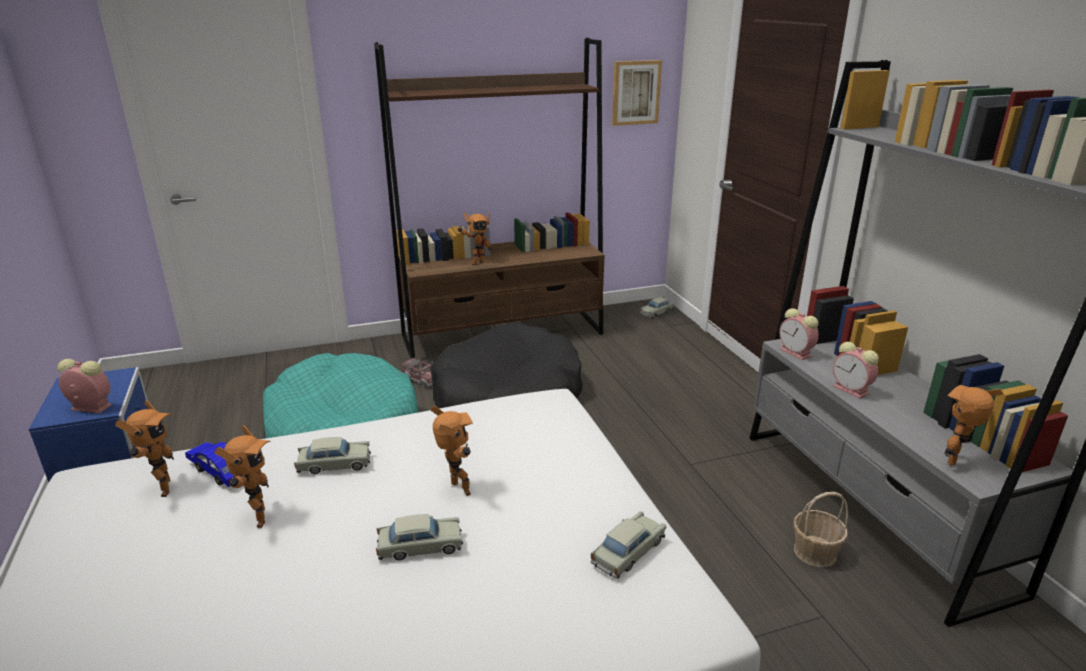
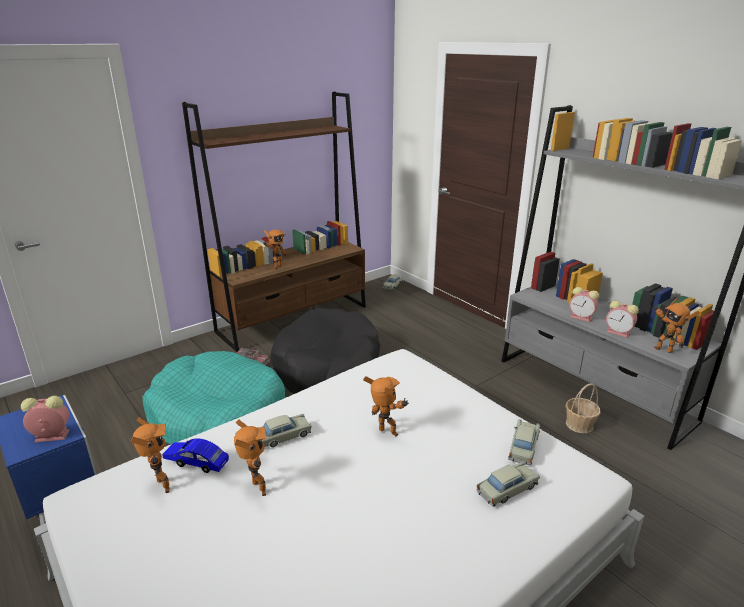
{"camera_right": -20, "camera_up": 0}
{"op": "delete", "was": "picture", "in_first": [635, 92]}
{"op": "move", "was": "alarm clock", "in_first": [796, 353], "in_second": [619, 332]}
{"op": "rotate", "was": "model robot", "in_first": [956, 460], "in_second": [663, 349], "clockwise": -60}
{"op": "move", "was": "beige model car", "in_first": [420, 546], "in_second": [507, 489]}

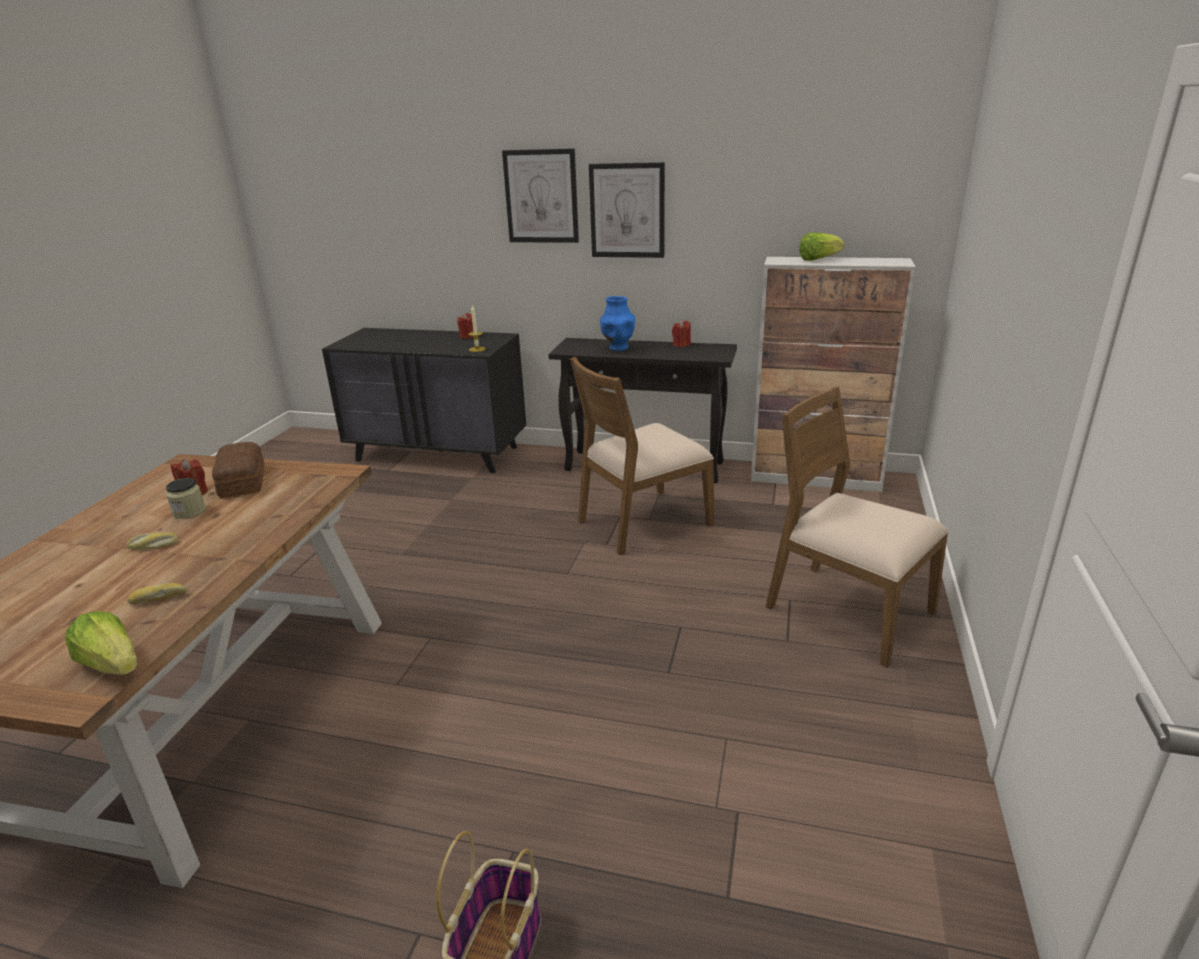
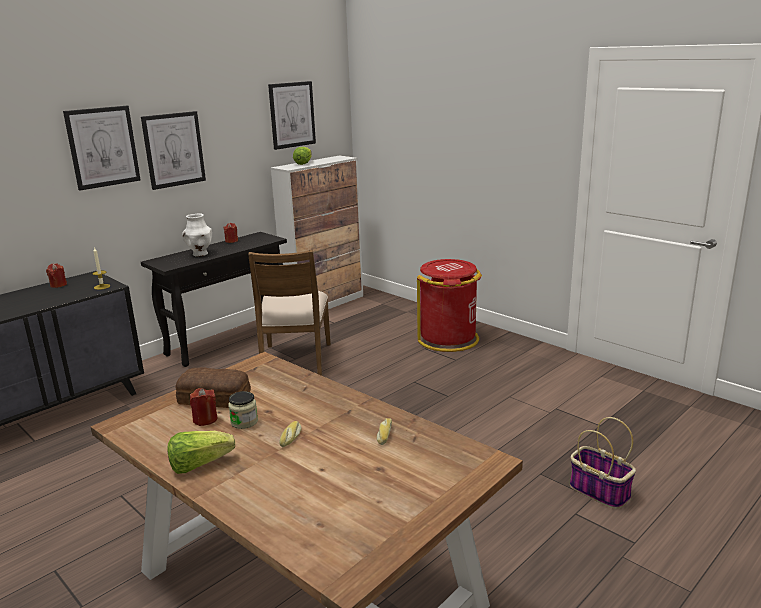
{"camera_right": -60, "camera_up": -5}
{"op": "recolor", "was": "bluish flower vase", "now": "white flower vase", "in_first": [618, 348], "in_second": [200, 254]}
{"op": "replace", "was": "brownish plain chair", "now": "red-coloured rubbish bin", "in_first": [847, 610], "in_second": [448, 339]}
{"op": "move", "was": "lettuce head", "in_first": [112, 665], "in_second": [199, 464]}
{"op": "insert", "now": "picture", "in_second": [292, 115]}

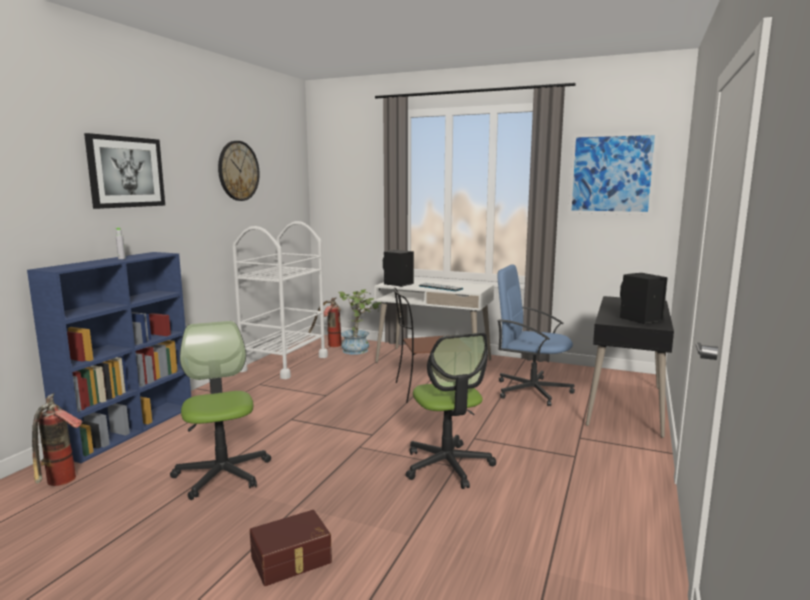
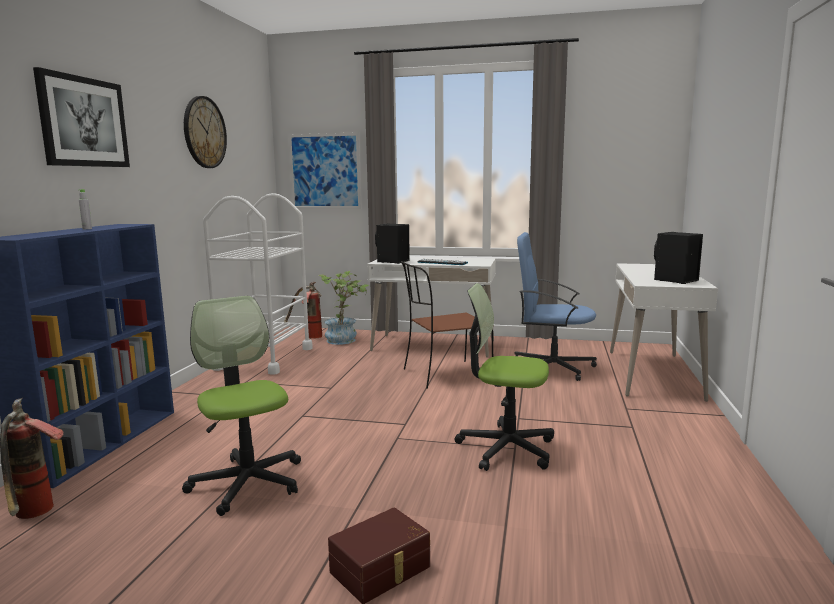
{"camera_right": -10, "camera_up": 0}
{"op": "move", "was": "picture", "in_first": [611, 174], "in_second": [325, 171]}
{"op": "recolor", "was": "blackish desk table", "now": "white desk table", "in_first": [626, 405], "in_second": [653, 374]}
{"op": "rotate", "was": "desk chair", "in_first": [448, 465], "in_second": [506, 448], "clockwise": 135}

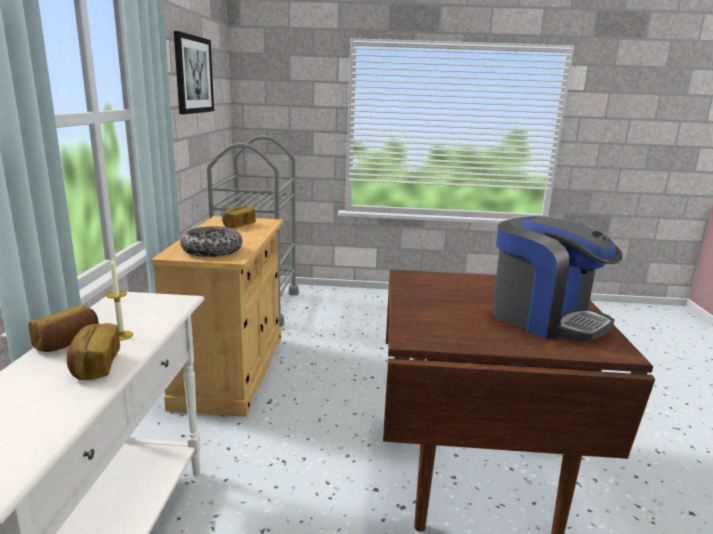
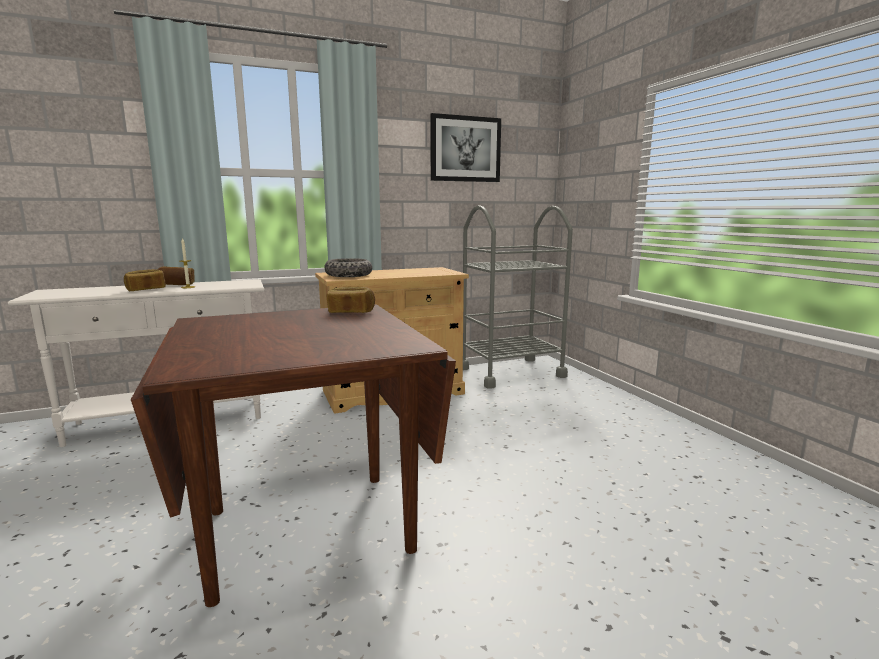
{"camera_right": 65, "camera_up": -5}
{"op": "move", "was": "baked bread", "in_first": [238, 225], "in_second": [351, 312]}
{"op": "delete", "was": "coffee brewer", "in_first": [545, 318]}

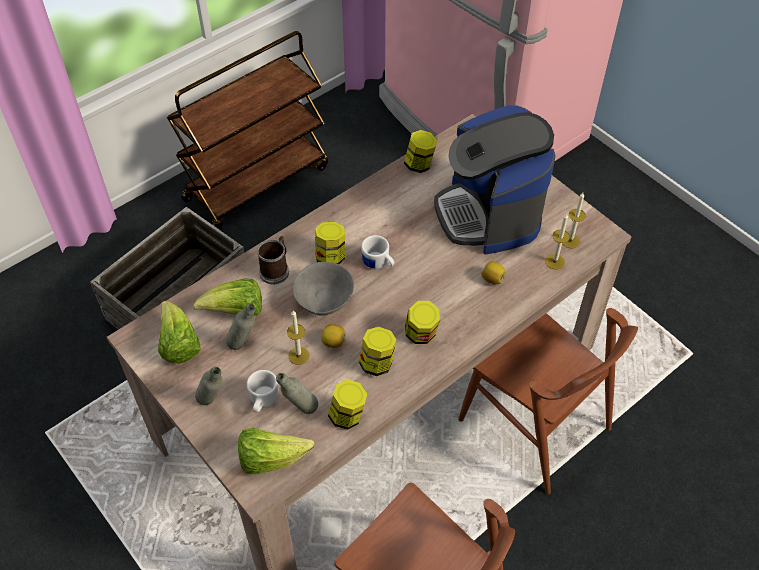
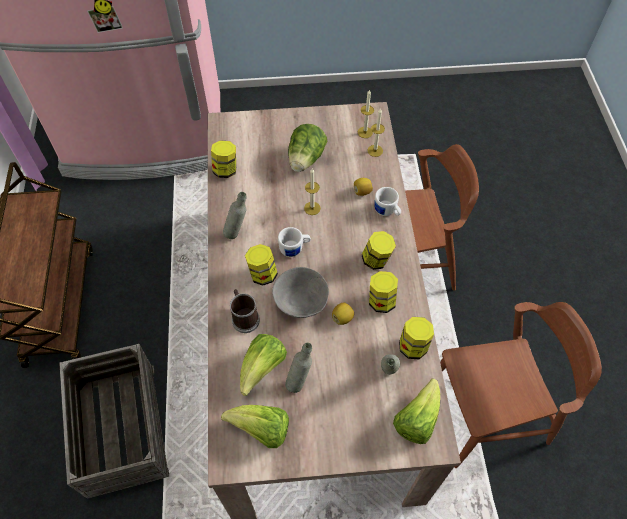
{"camera_right": -55, "camera_up": 5}
{"op": "replace", "was": "coffee brewer", "now": "lettuce head", "in_first": [489, 214], "in_second": [306, 159]}
{"op": "move", "was": "wax candle", "in_first": [298, 355], "in_second": [312, 208]}
{"op": "move", "was": "greyish beverage bottle", "in_first": [213, 402], "in_second": [237, 232]}
{"op": "move", "was": "white mug", "in_first": [262, 401], "in_second": [387, 211]}

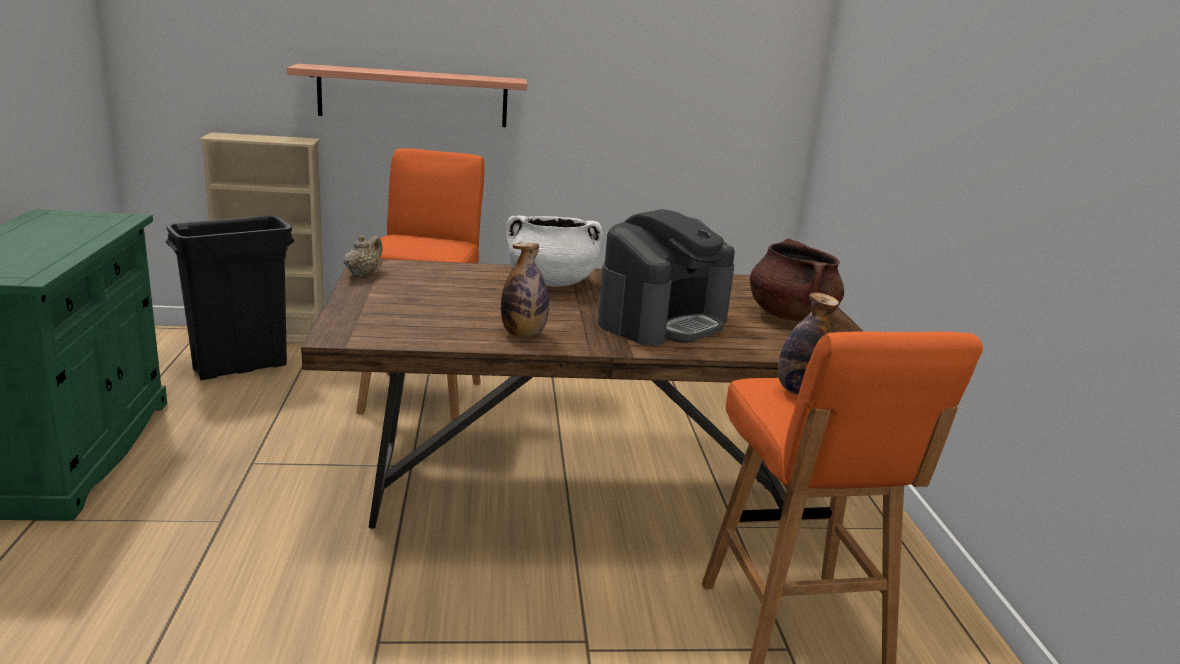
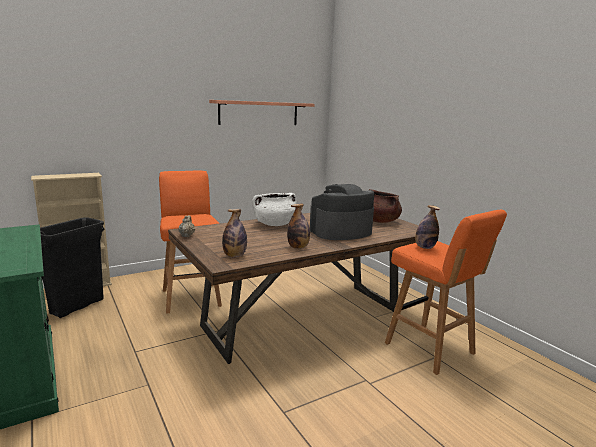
{"camera_right": -25, "camera_up": -5}
{"op": "move", "was": "wall shelf", "in_first": [413, 96], "in_second": [259, 113]}
{"op": "rotate", "was": "coffee brewer", "in_first": [662, 321], "in_second": [340, 232], "clockwise": -135}
{"op": "insert", "now": "beverage bottle", "in_second": [234, 256]}

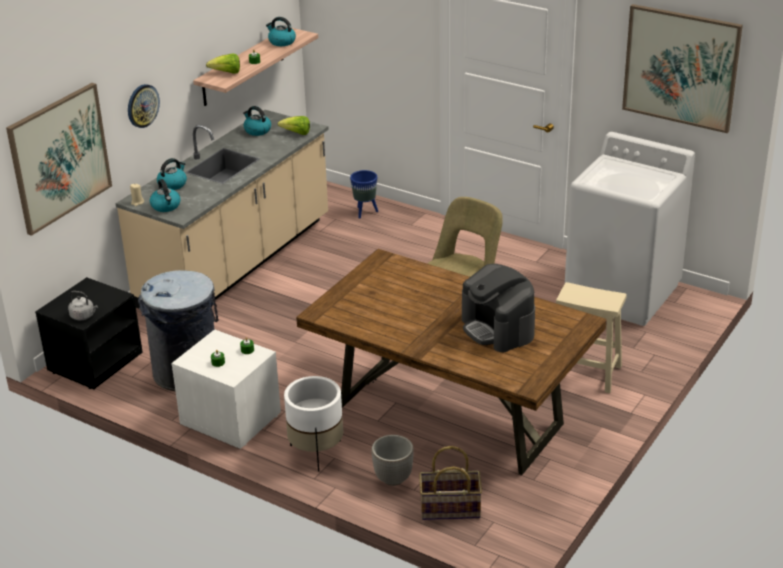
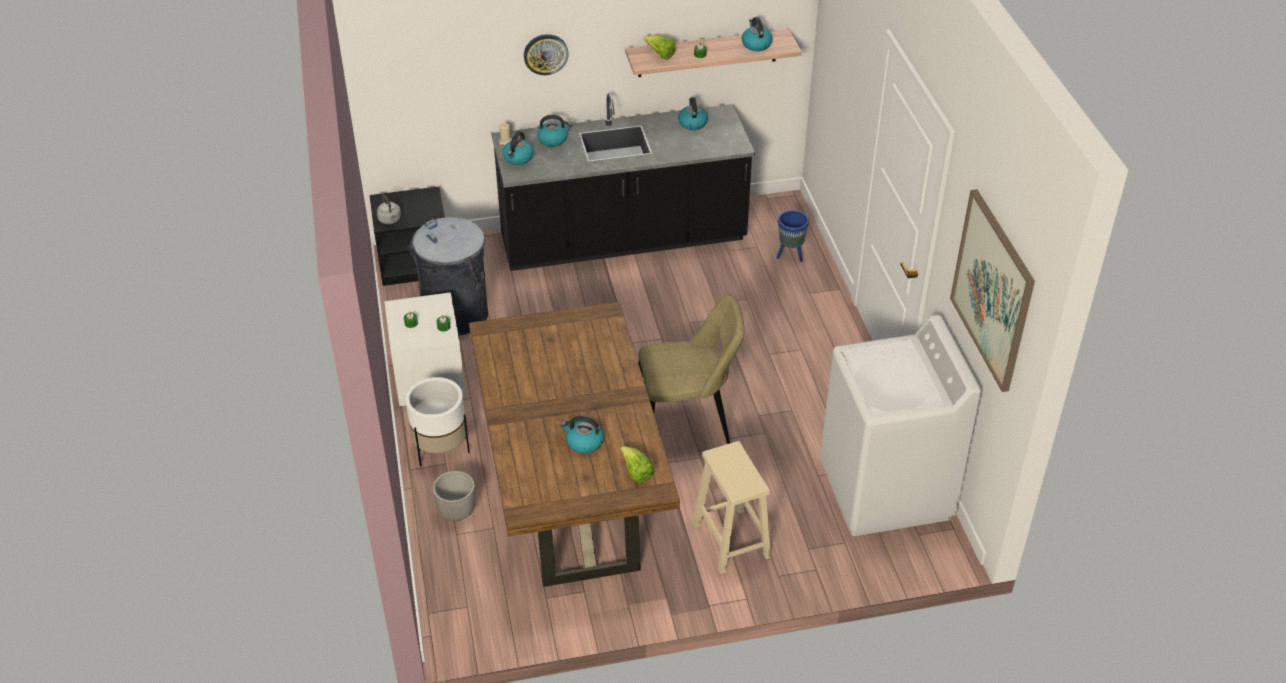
{"camera_right": 45, "camera_up": 10}
{"op": "delete", "was": "picture", "in_first": [59, 157]}
{"op": "recolor", "was": "beige kitchen base unit", "now": "blackish kitchen base unit", "in_first": [237, 263], "in_second": [623, 240]}
{"op": "move", "was": "lettuce head", "in_first": [296, 133], "in_second": [636, 473]}
{"op": "replace", "was": "coffee brewer", "now": "tea kettle", "in_first": [498, 329], "in_second": [584, 443]}
{"op": "delete", "was": "basket", "in_first": [450, 509]}

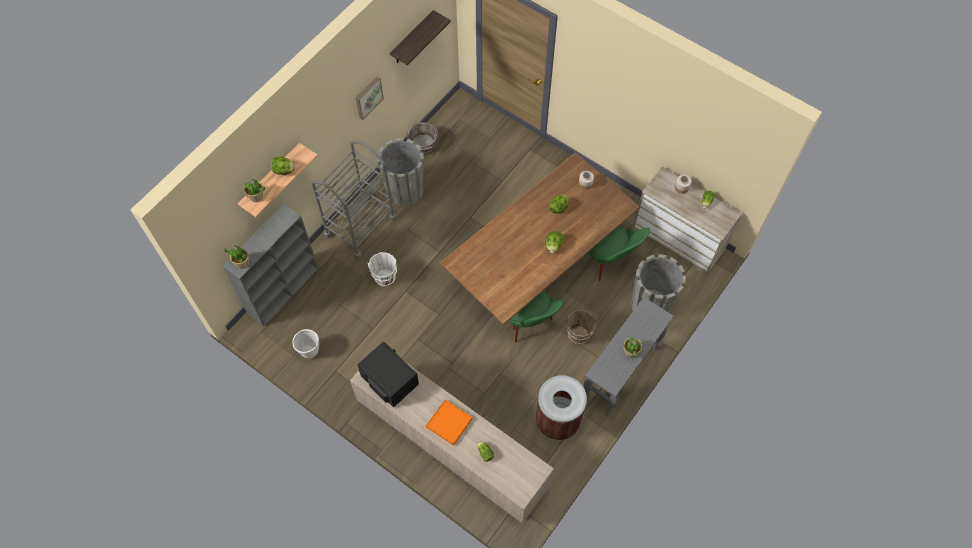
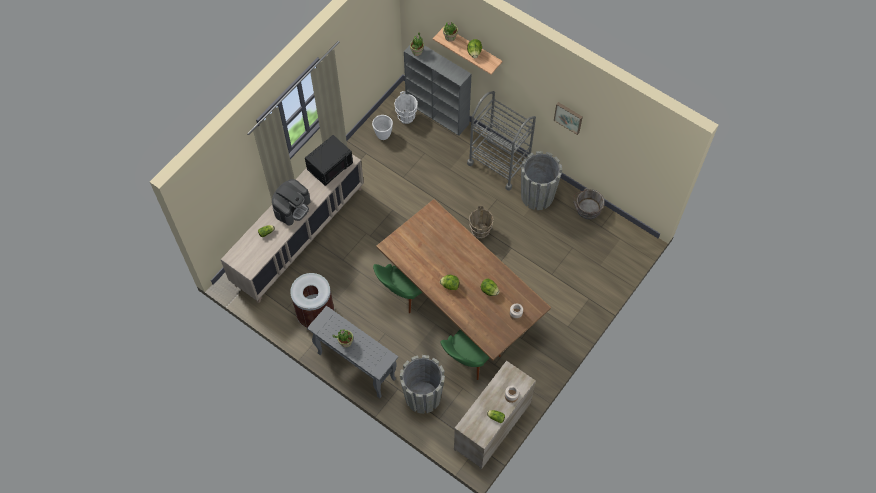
{"camera_right": 90, "camera_up": 0}
{"op": "delete", "was": "wall shelf", "in_first": [412, 38]}
{"op": "move", "was": "white water bucket", "in_first": [385, 278], "in_second": [406, 117]}
{"op": "move", "was": "brownish water bucket", "in_first": [578, 335], "in_second": [480, 231]}
{"op": "replace", "was": "orange tray", "now": "coffee brewer", "in_first": [449, 423], "in_second": [292, 207]}

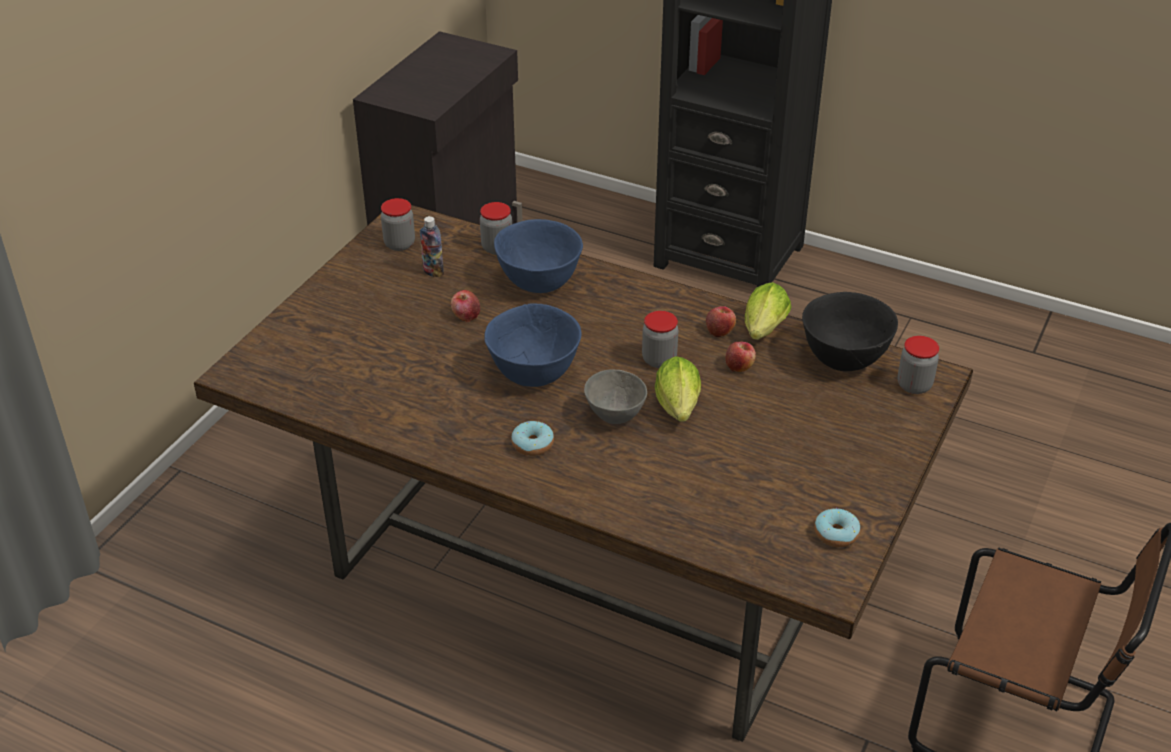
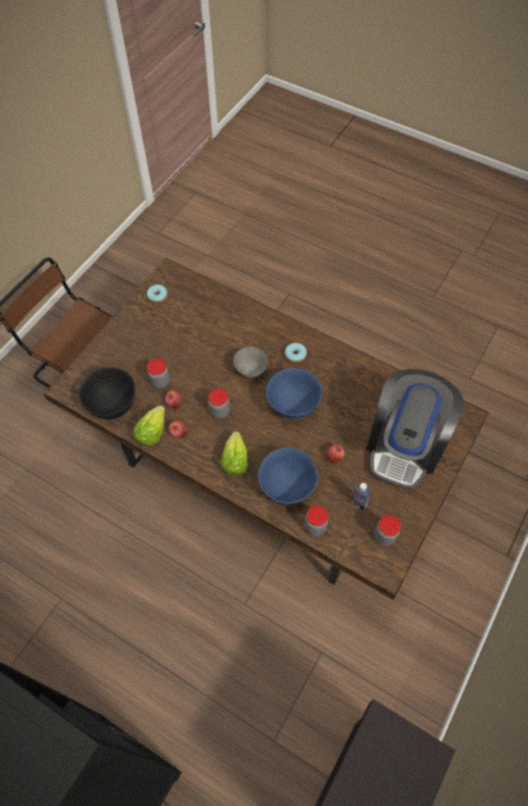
{"camera_right": -175, "camera_up": 20}
{"op": "move", "was": "preserve jar", "in_first": [914, 385], "in_second": [160, 382]}
{"op": "move", "was": "lettuce head", "in_first": [678, 410], "in_second": [235, 458]}
{"op": "insert", "now": "coffee brewer", "in_second": [405, 445]}

